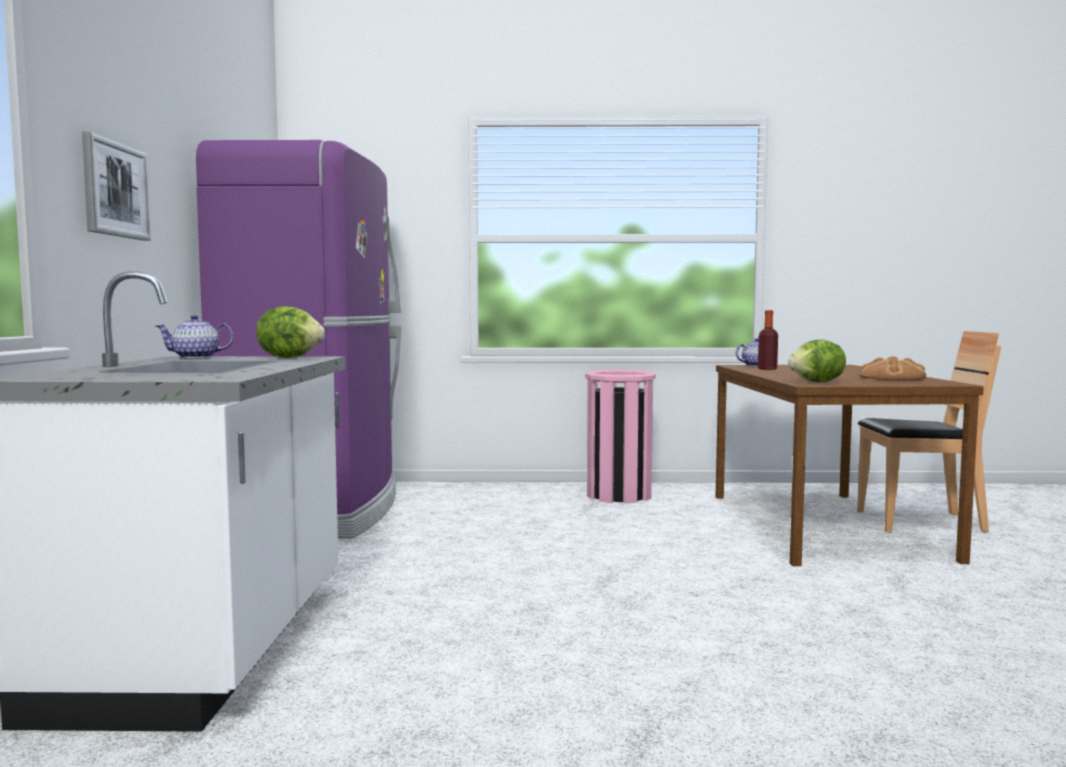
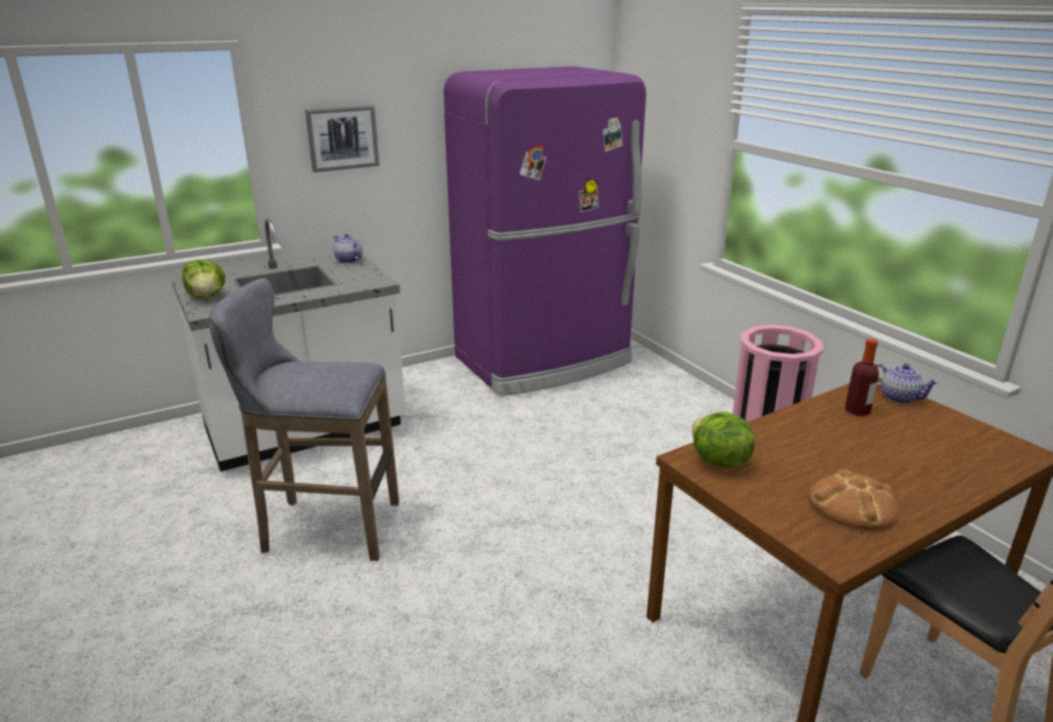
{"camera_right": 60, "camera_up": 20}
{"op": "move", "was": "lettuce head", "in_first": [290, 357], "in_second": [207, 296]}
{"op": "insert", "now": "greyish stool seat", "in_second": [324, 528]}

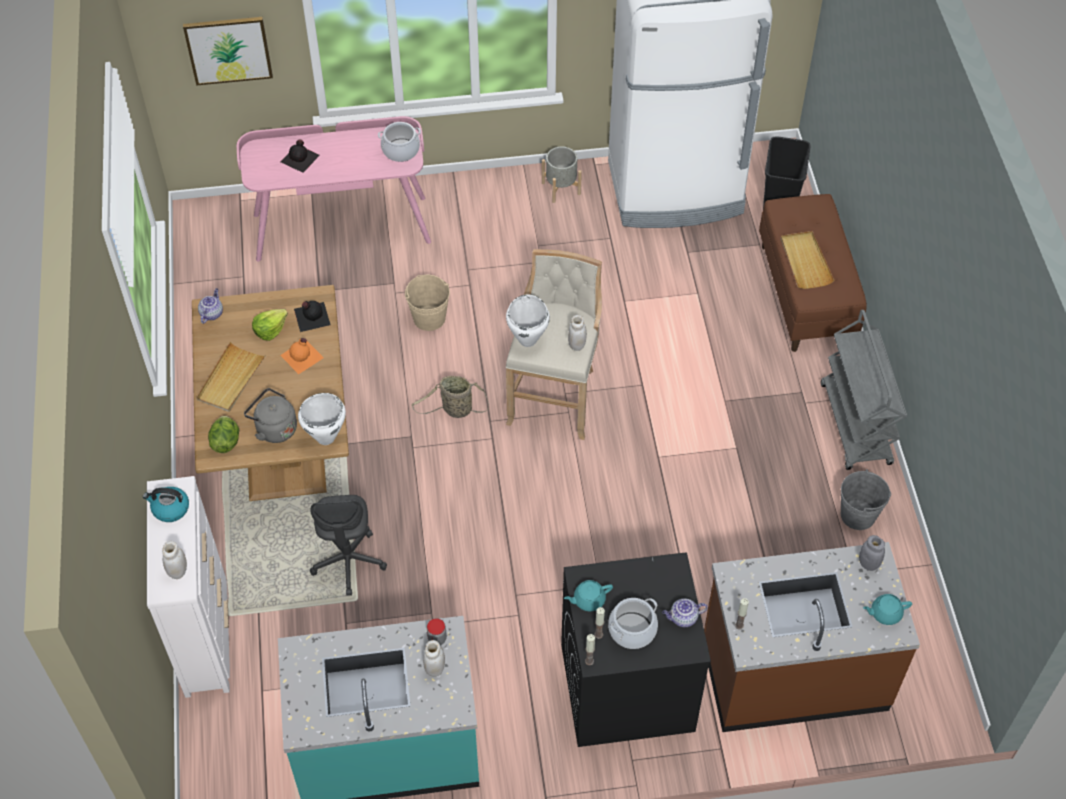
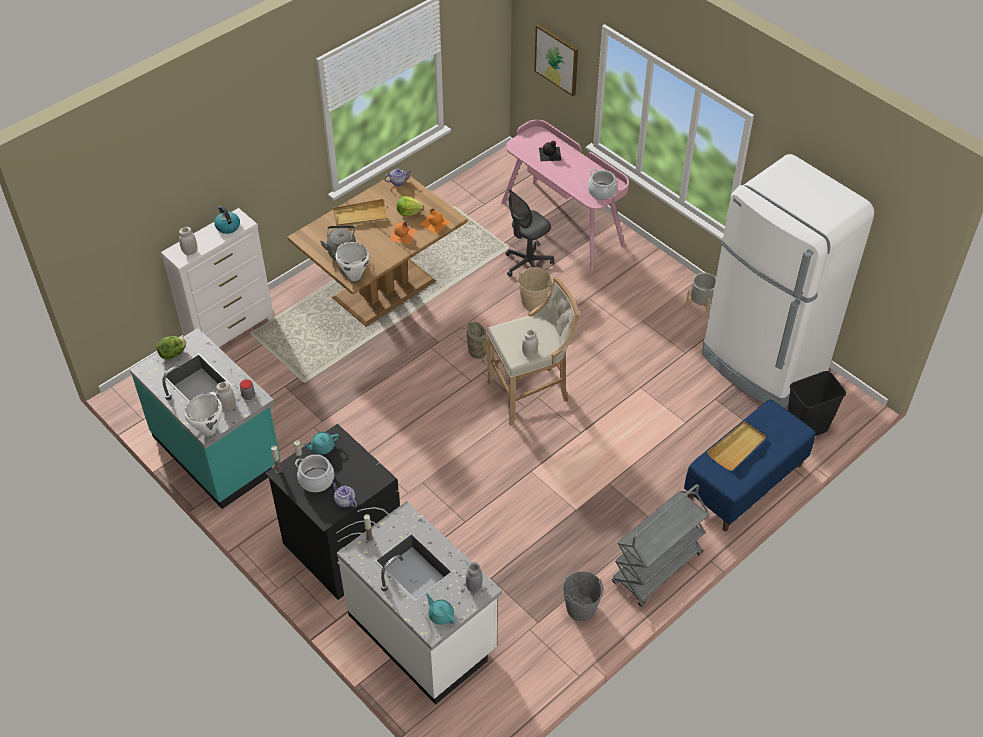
{"camera_right": 55, "camera_up": -5}
{"op": "recolor", "was": "brownish bench", "now": "bluish bench", "in_first": [806, 294], "in_second": [744, 483]}
{"op": "move", "was": "white cooking pot", "in_first": [528, 340], "in_second": [209, 430]}
{"op": "recolor", "was": "blackish beverage bottle", "now": "orange beverage bottle", "in_first": [311, 316], "in_second": [435, 222]}
{"op": "move", "was": "lettuce head", "in_first": [226, 441], "in_second": [173, 354]}
{"op": "move", "was": "greyish desk chair", "in_first": [348, 562], "in_second": [528, 264]}
{"op": "recolor", "was": "brownish kitchen base unit", "now": "white kitchen base unit", "in_first": [793, 672], "in_second": [423, 633]}
{"op": "rotate", "was": "turquoise-coloured teapot", "in_first": [588, 600], "in_second": [322, 447], "clockwise": -60}

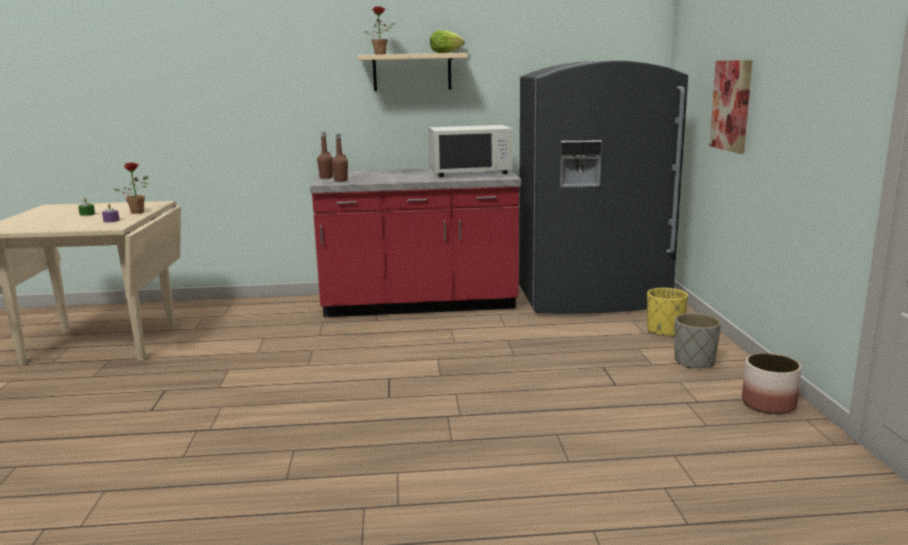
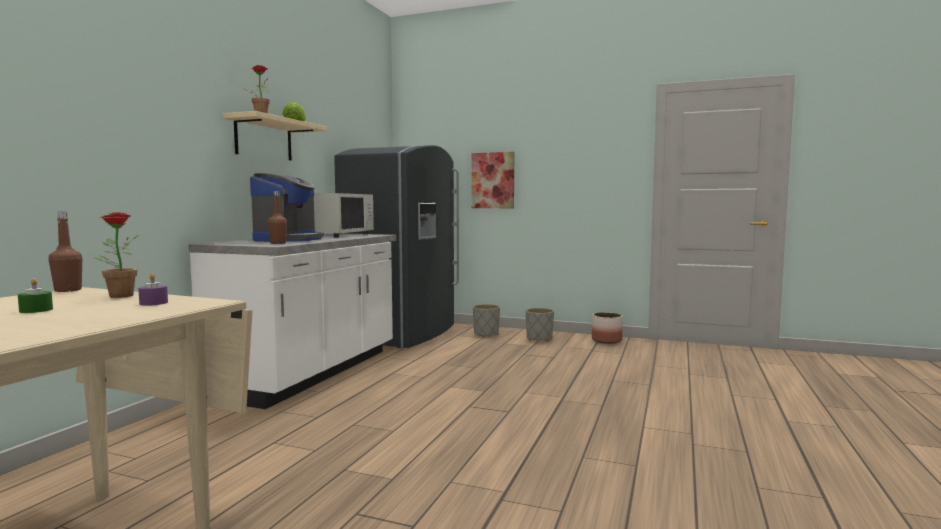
{"camera_right": -65, "camera_up": -10}
{"op": "move", "was": "brownish beverage bottle", "in_first": [326, 178], "in_second": [68, 290]}
{"op": "recolor", "was": "red-coloured kitchen base unit", "now": "white kitchen base unit", "in_first": [419, 304], "in_second": [310, 372]}
{"op": "recolor", "was": "yellowish plant pot", "now": "greyish plant pot", "in_first": [665, 331], "in_second": [486, 334]}
{"op": "insert", "now": "coffee brewer", "in_second": [288, 239]}

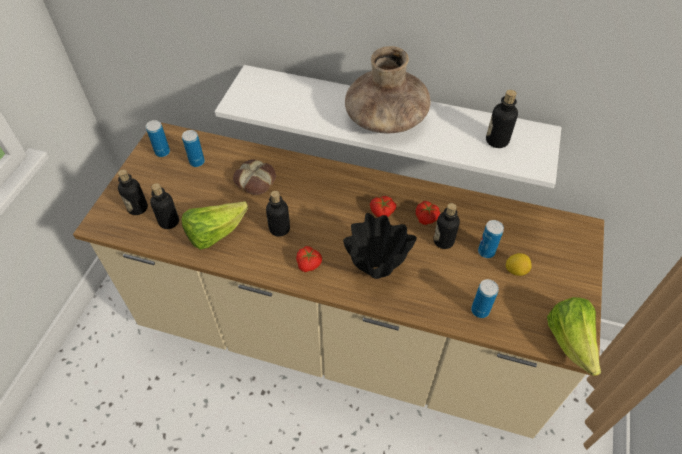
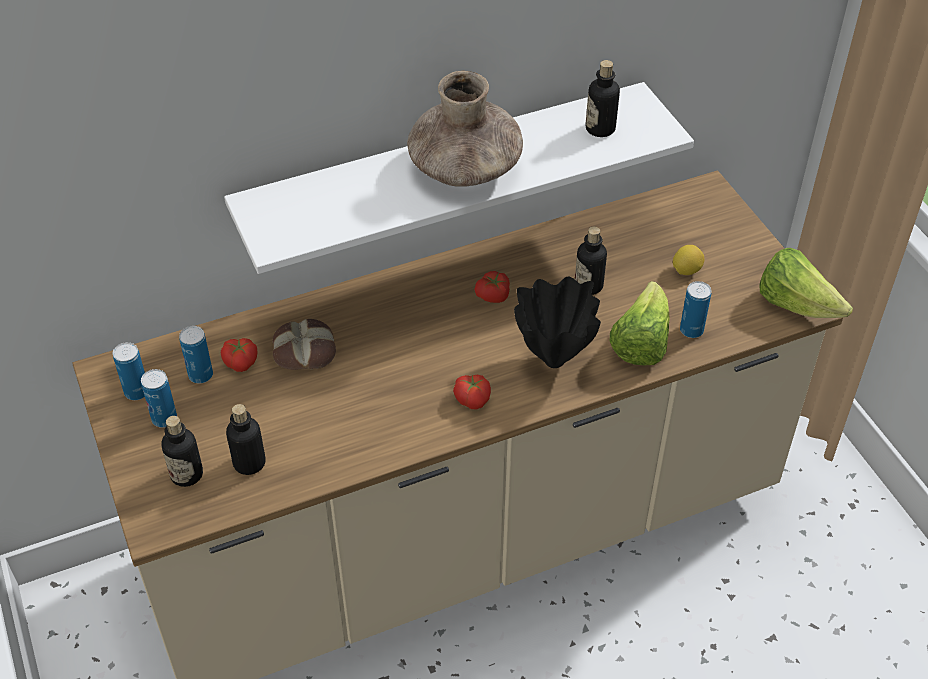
{"camera_right": -40, "camera_up": -5}
{"op": "delete", "was": "beverage bottle", "in_first": [279, 229]}
{"op": "move", "was": "lettuce head", "in_first": [215, 234], "in_second": [640, 343]}
{"op": "move", "was": "fresh tomato", "in_first": [426, 218], "in_second": [241, 362]}
{"op": "move", "was": "metal can", "in_first": [486, 252], "in_second": [164, 419]}

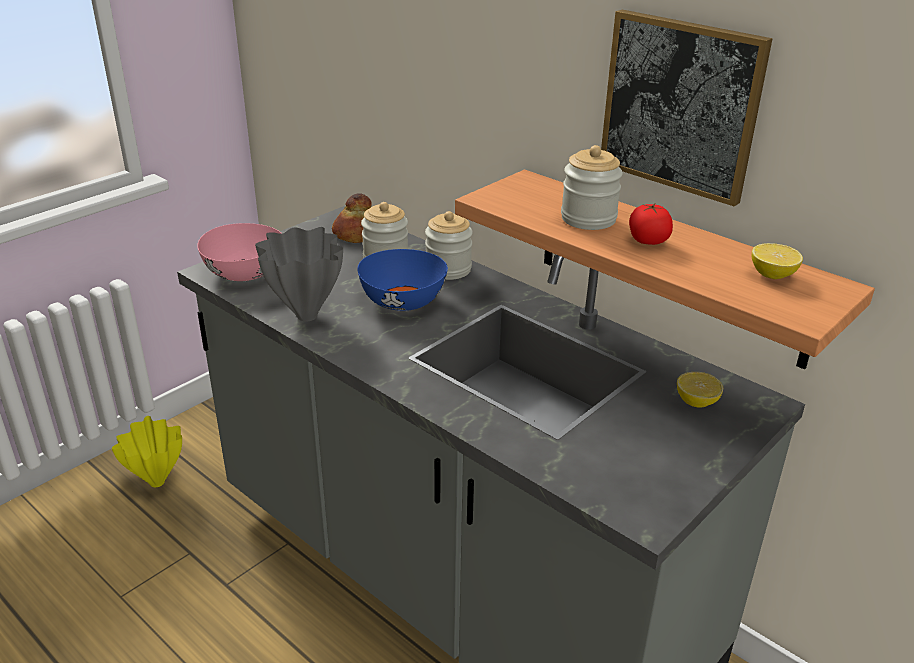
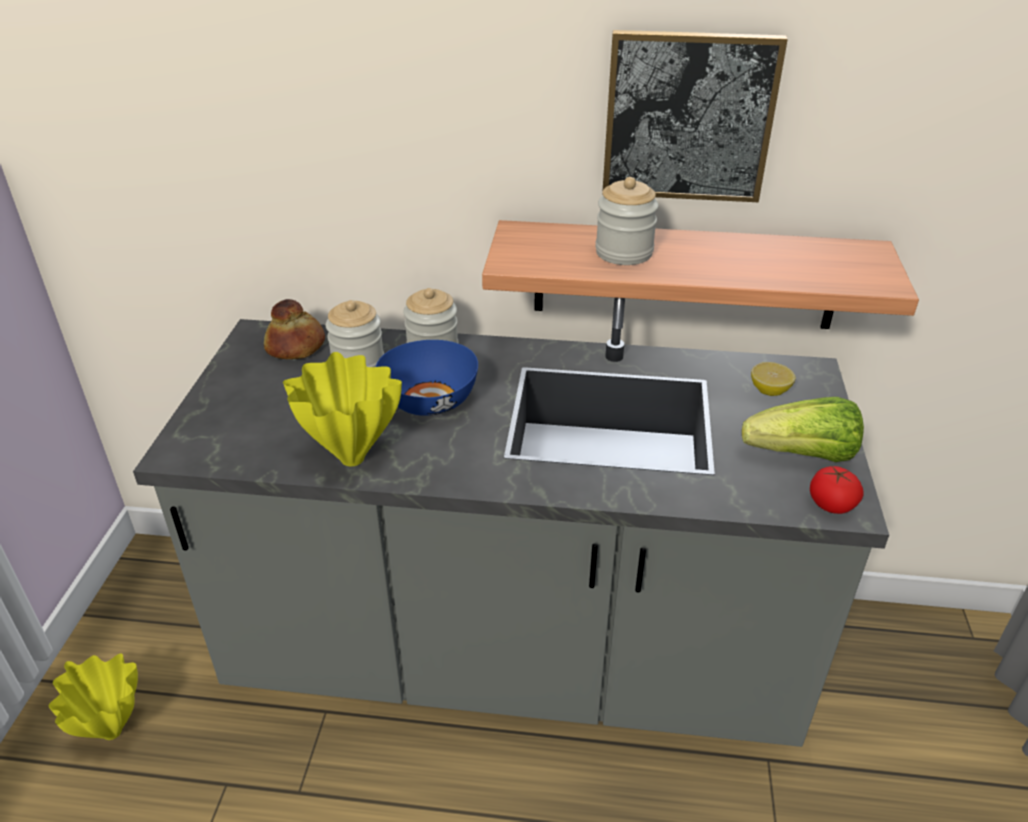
{"camera_right": -35, "camera_up": 5}
{"op": "move", "was": "fresh tomato", "in_first": [648, 241], "in_second": [831, 505]}
{"op": "delete", "was": "pinkish deep dish", "in_first": [244, 273]}
{"op": "recolor", "was": "greyish flower vase", "now": "yellowish flower vase", "in_first": [305, 315], "in_second": [350, 458]}
{"op": "delete", "was": "whole lemon", "in_first": [772, 275]}
{"op": "insert", "now": "lettuce head", "in_second": [803, 456]}

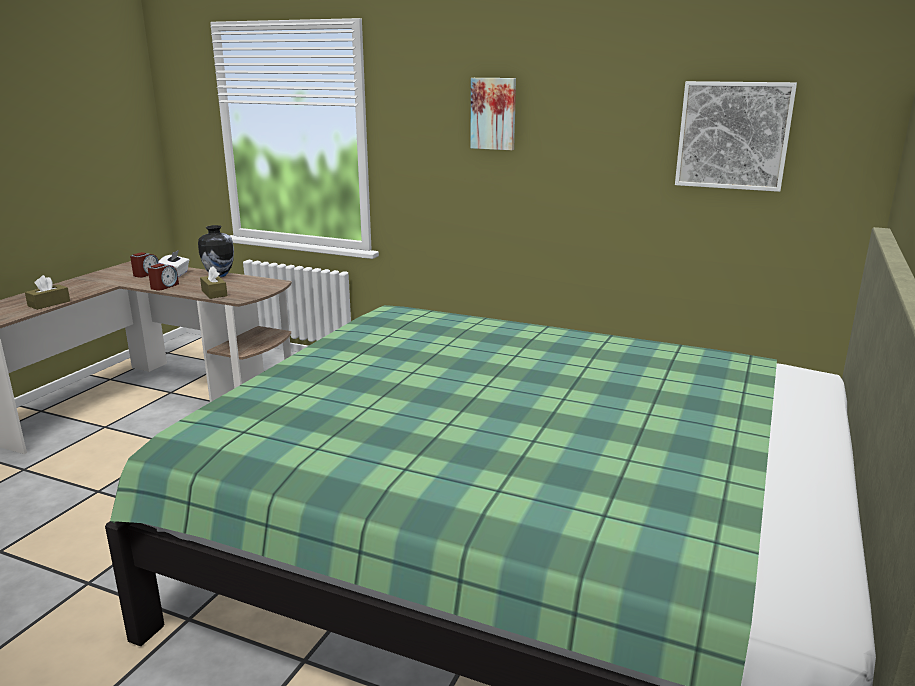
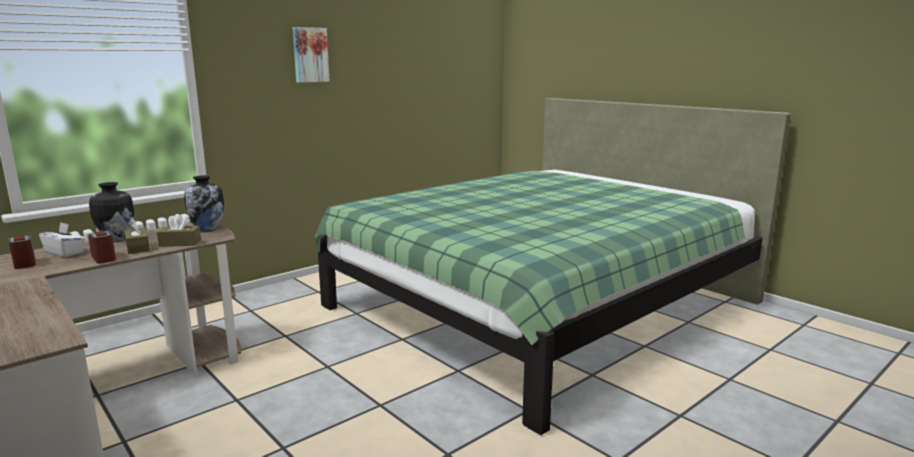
{"camera_right": -65, "camera_up": -5}
{"op": "delete", "was": "picture", "in_first": [733, 135]}
{"op": "move", "was": "brownish tissue holder", "in_first": [49, 303], "in_second": [138, 247]}
{"op": "insert", "now": "flower vase", "in_second": [208, 229]}

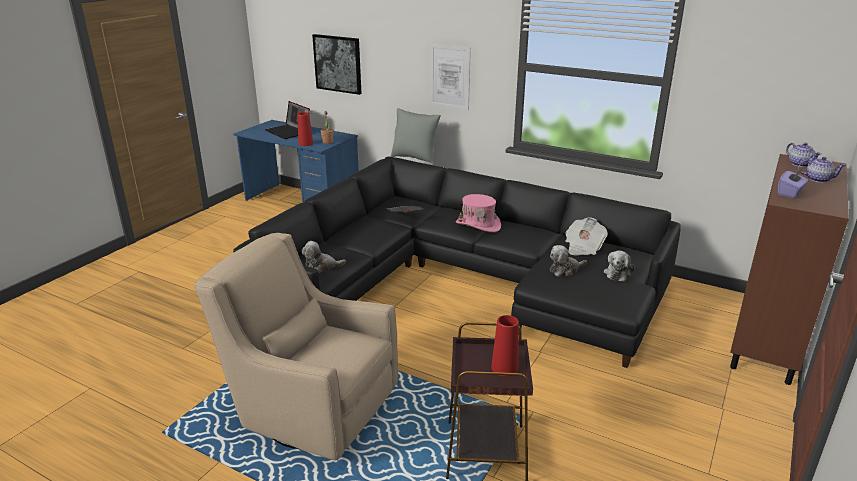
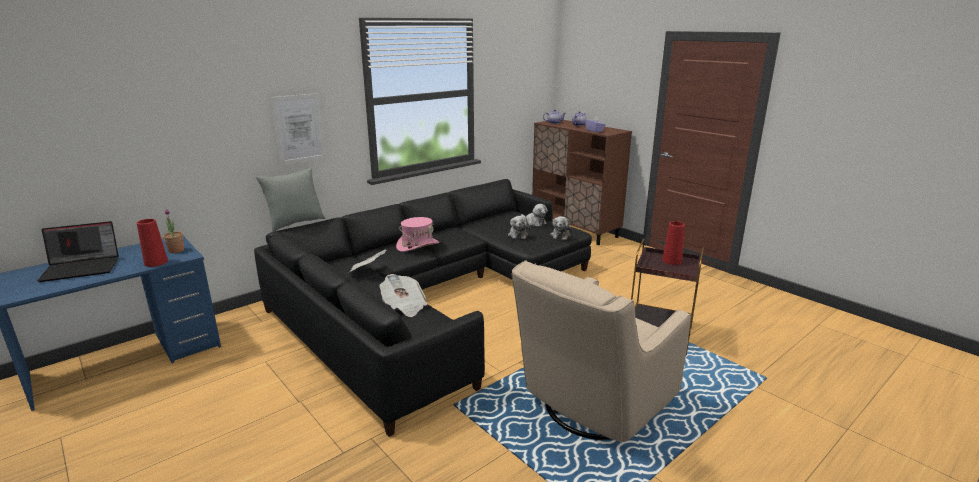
{"camera_right": -70, "camera_up": -5}
{"op": "delete", "was": "picture", "in_first": [338, 63]}
{"op": "move", "was": "newspaper", "in_first": [583, 247], "in_second": [404, 306]}
{"op": "move", "was": "plush toy", "in_first": [321, 266], "in_second": [560, 235]}

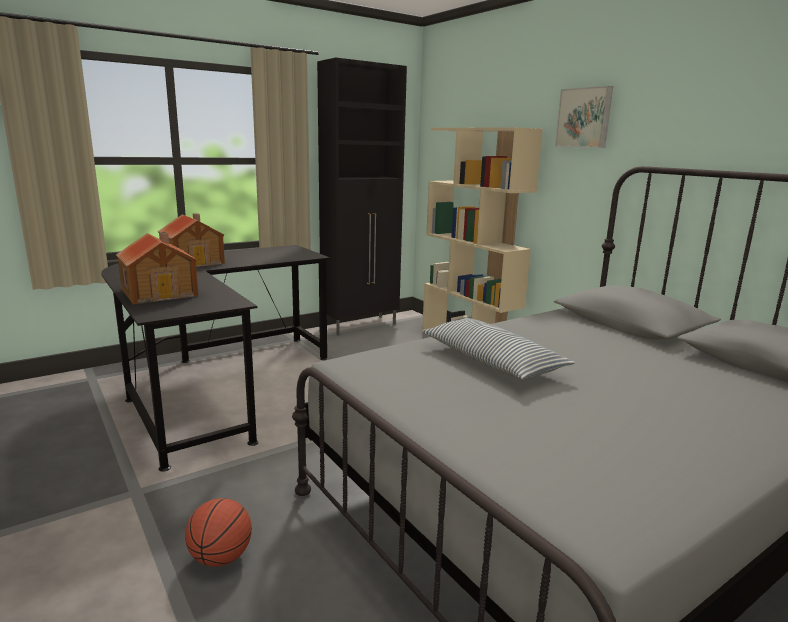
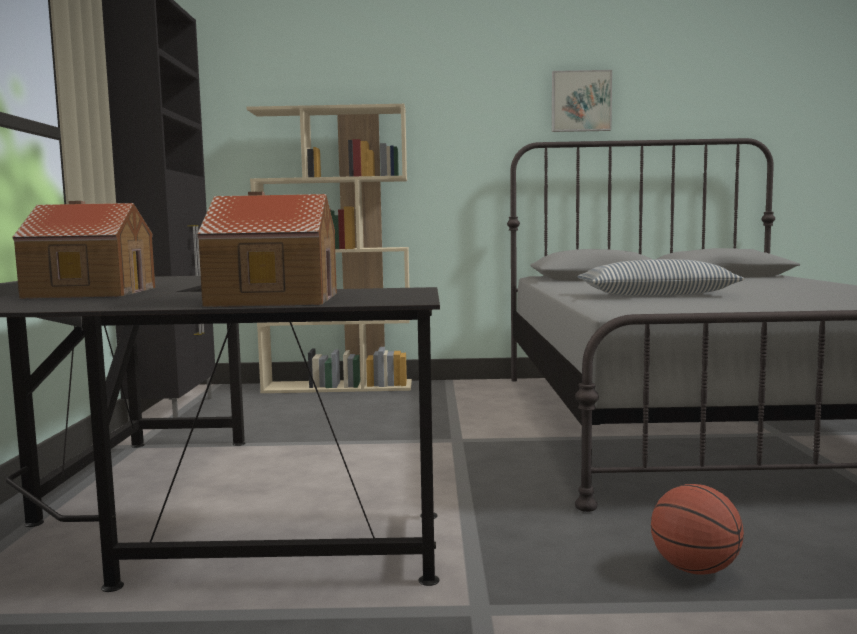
{"camera_right": -55, "camera_up": -10}
{"op": "move", "was": "picture", "in_first": [584, 118], "in_second": [580, 101]}

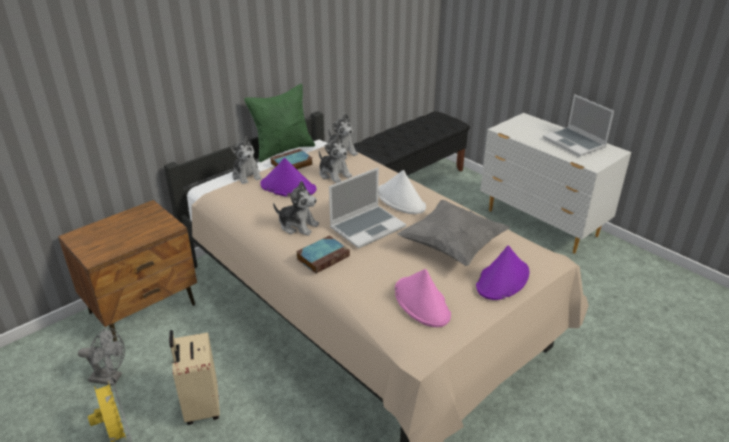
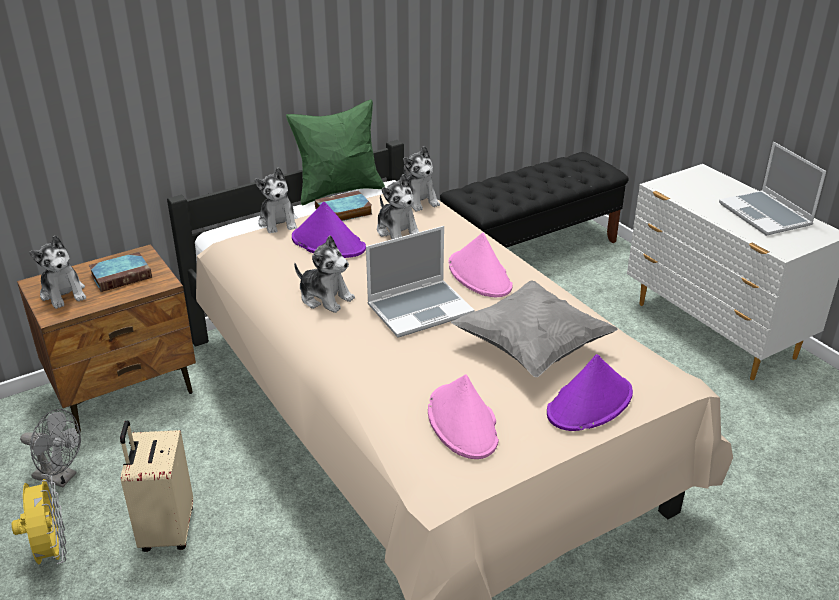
{"camera_right": 10, "camera_up": 0}
{"op": "recolor", "was": "white clothing hat", "now": "pinkish clothing hat", "in_first": [401, 200], "in_second": [480, 275]}
{"op": "move", "was": "book", "in_first": [323, 257], "in_second": [122, 275]}
{"op": "insert", "now": "plush toy", "in_second": [63, 293]}

